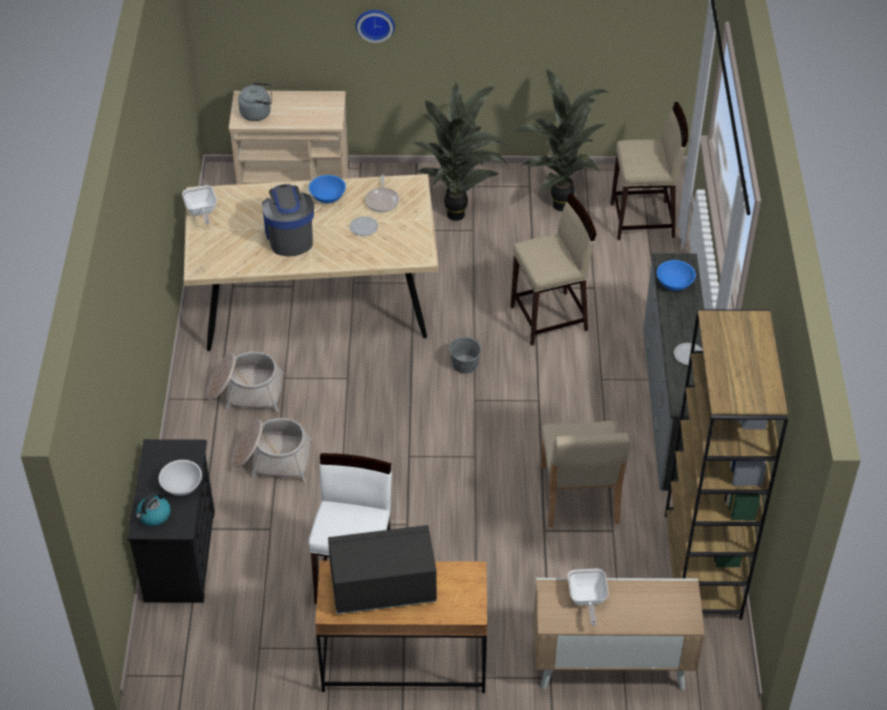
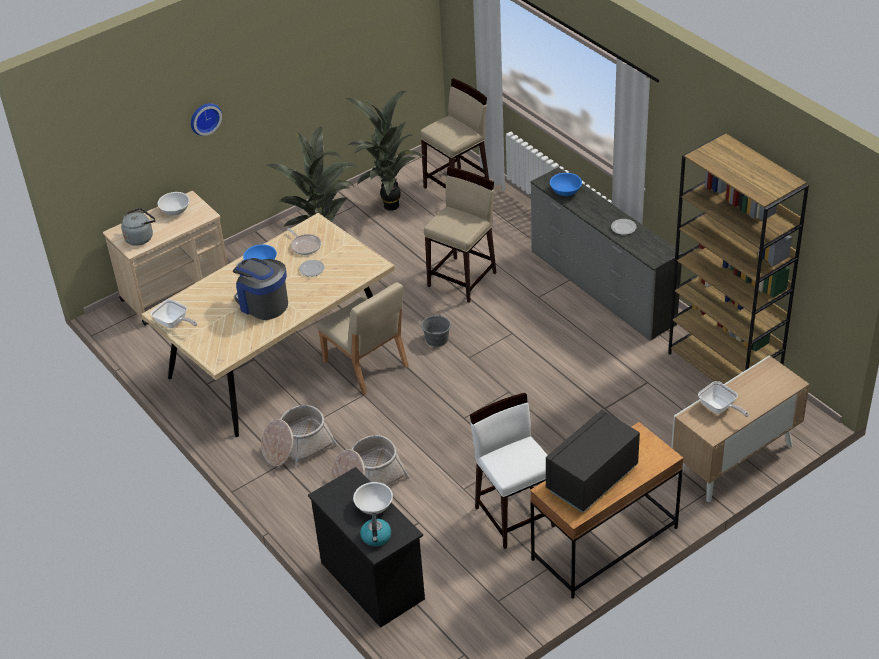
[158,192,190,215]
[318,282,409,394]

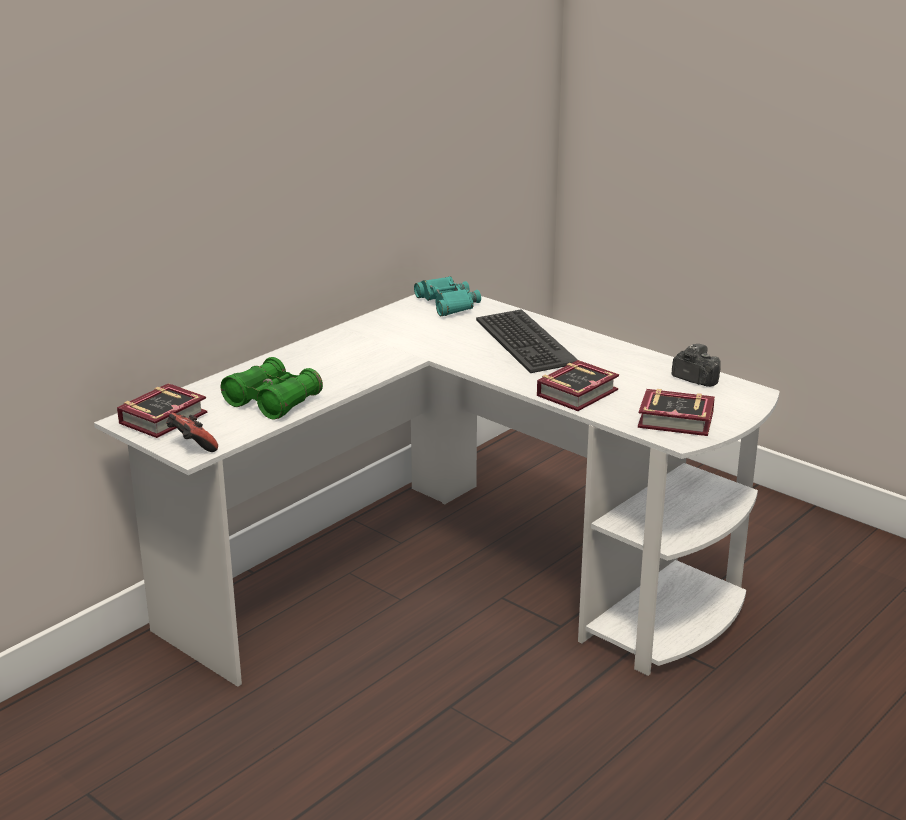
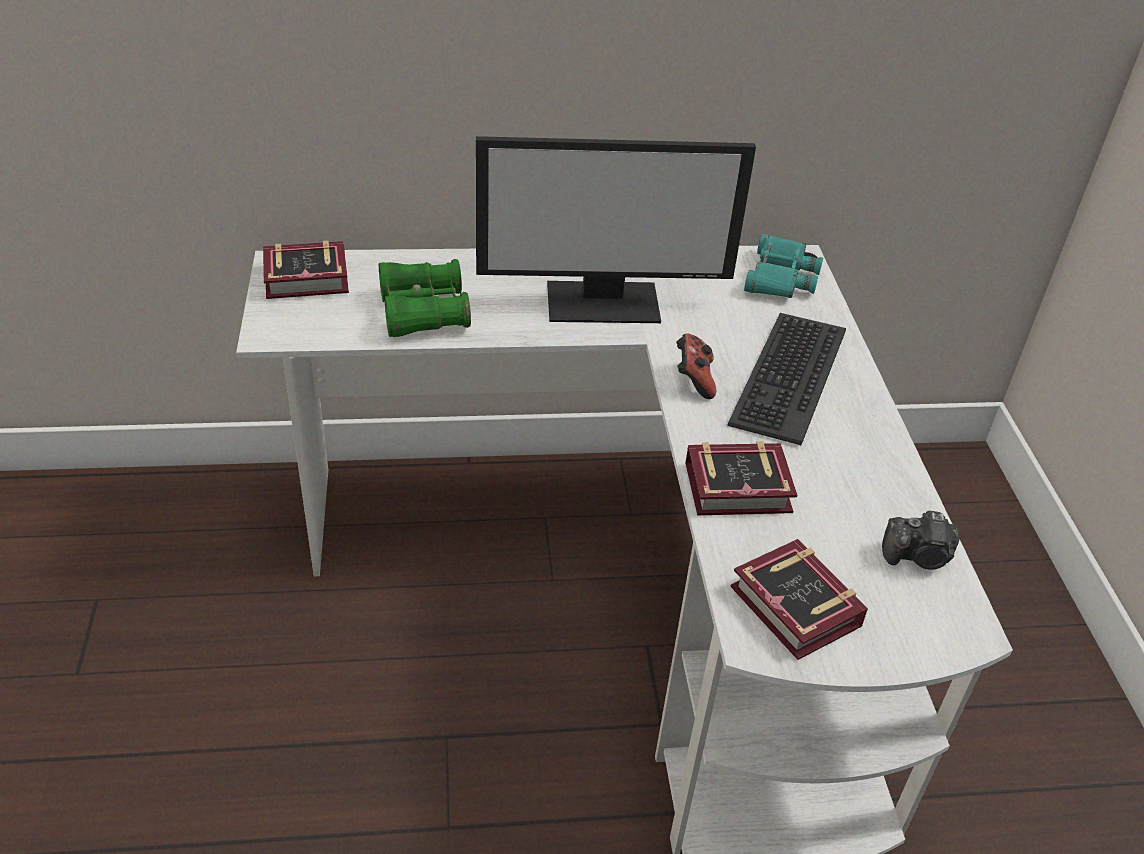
[476,136,756,323]
[676,333,716,399]
[882,510,959,570]

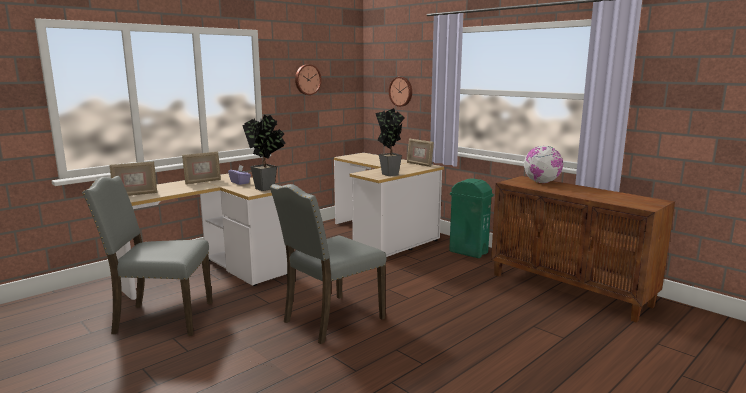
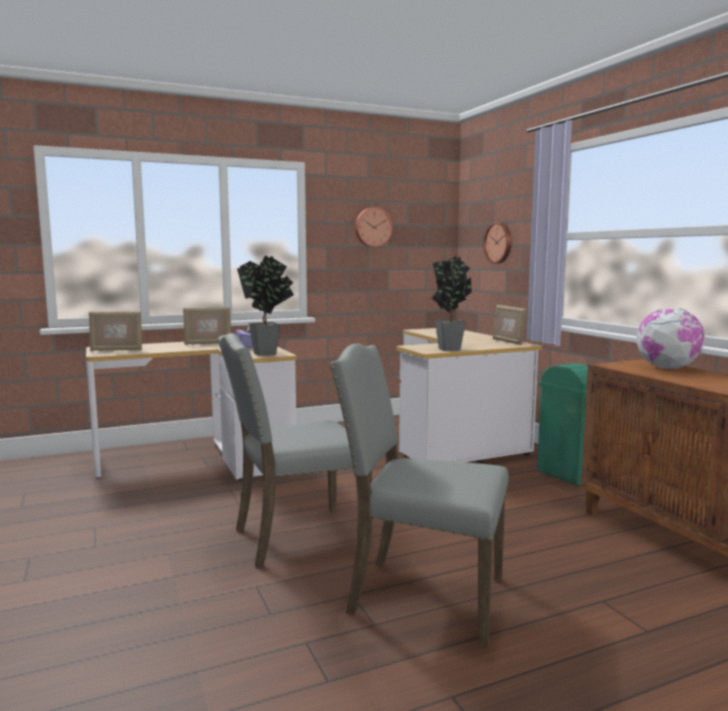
[329,344,509,647]

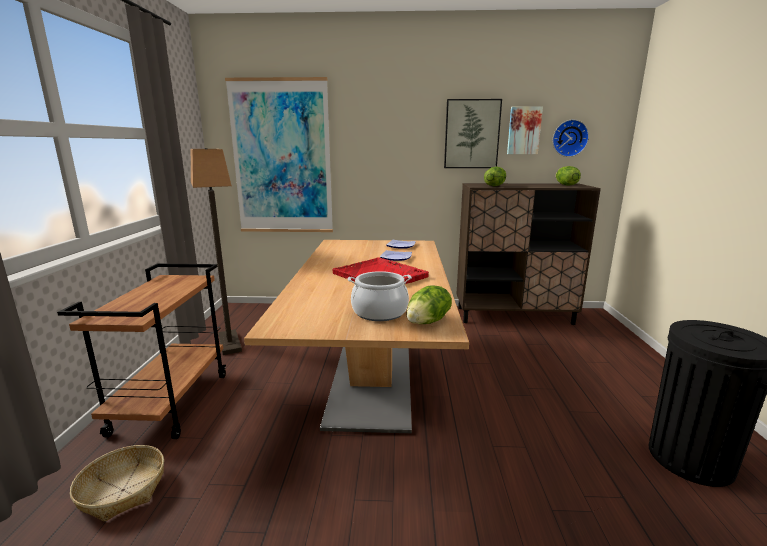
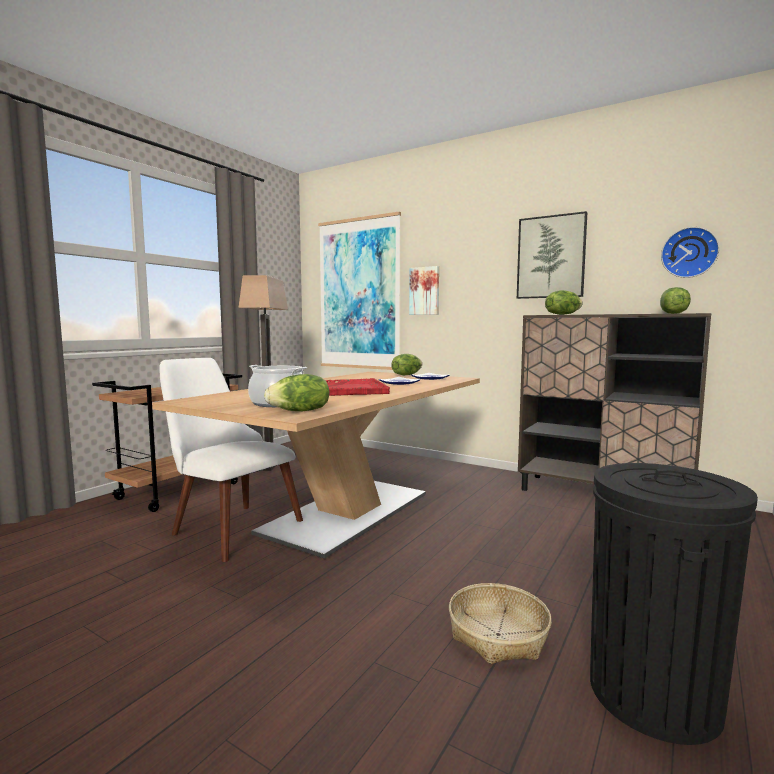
[160,358,303,562]
[391,354,422,375]
[409,266,439,315]
[449,583,552,664]

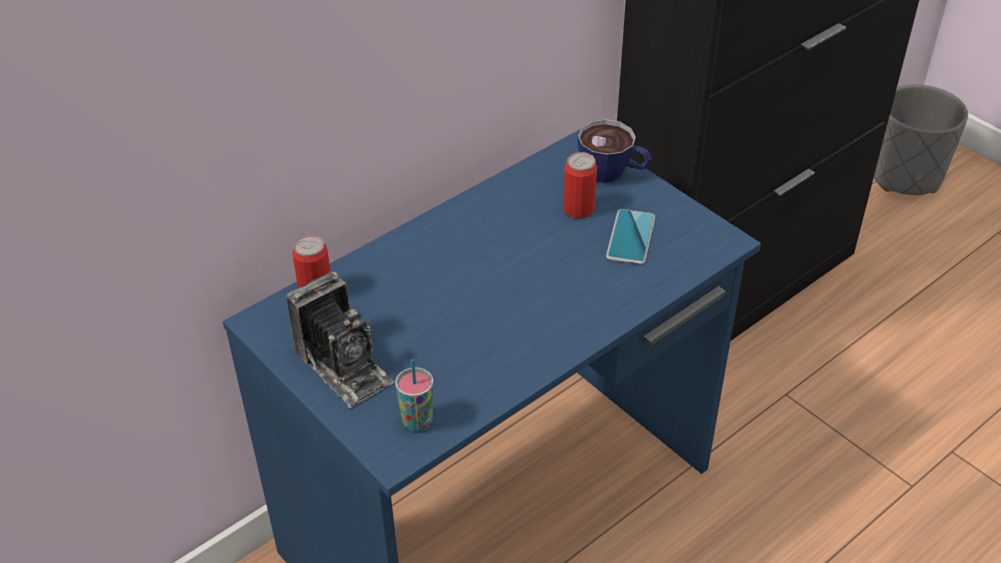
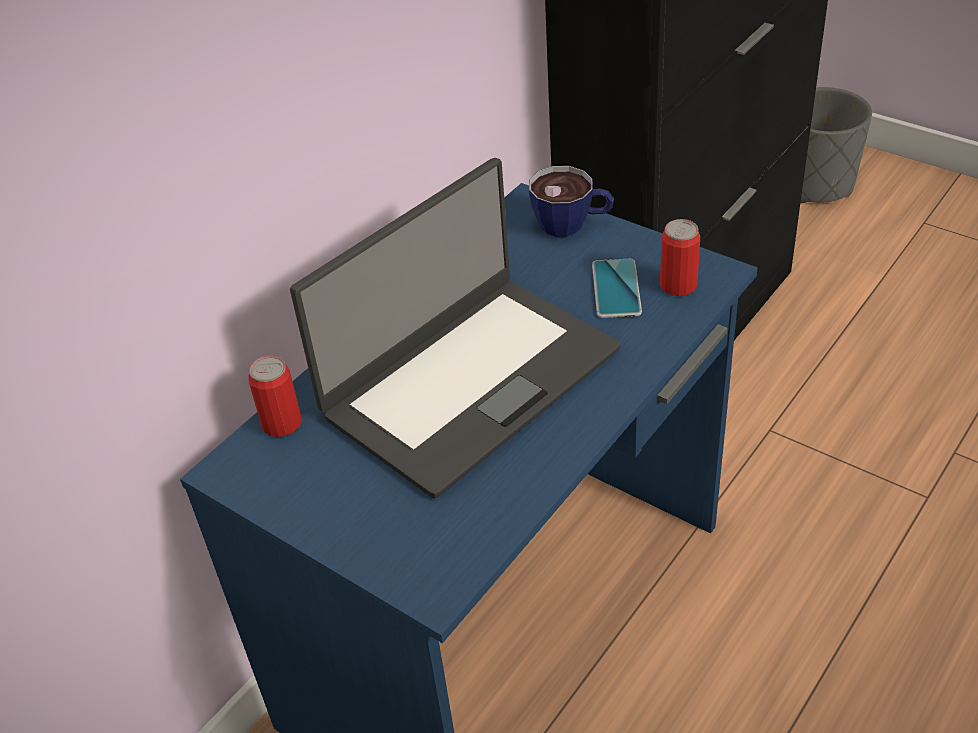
[290,158,621,499]
[660,219,700,296]
[286,271,395,408] (first image)
[395,359,434,432] (first image)

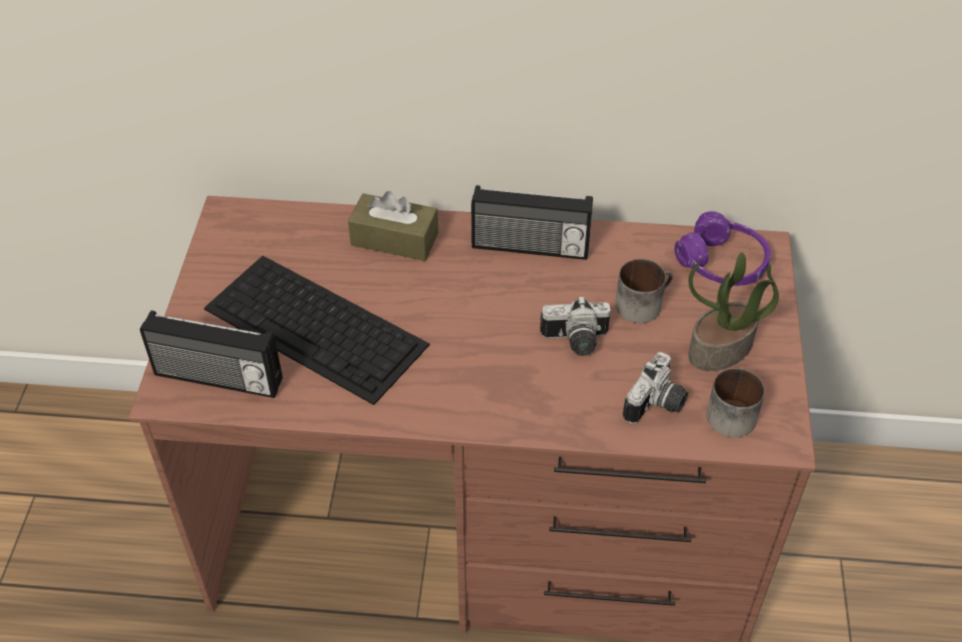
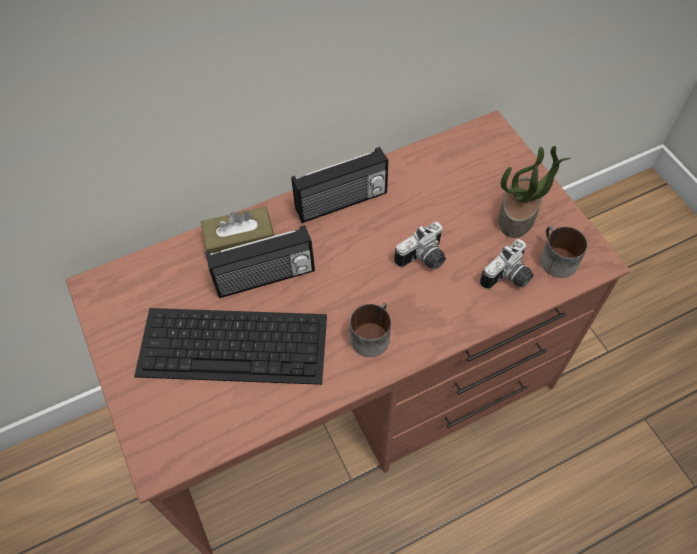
[205,225,315,298]
[350,303,391,357]
[480,239,534,289]
[674,211,771,286] (first image)

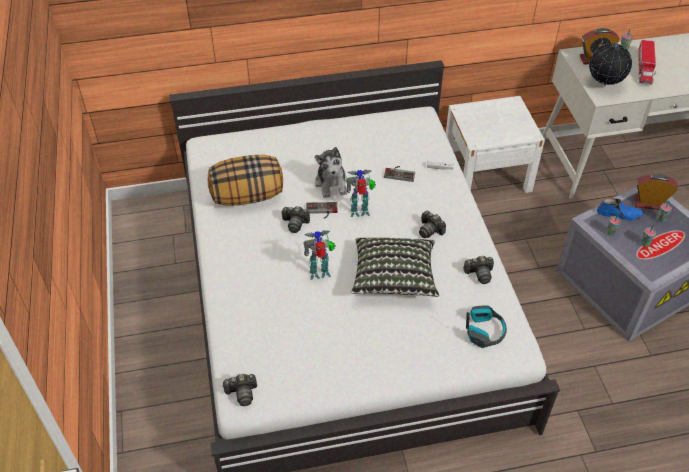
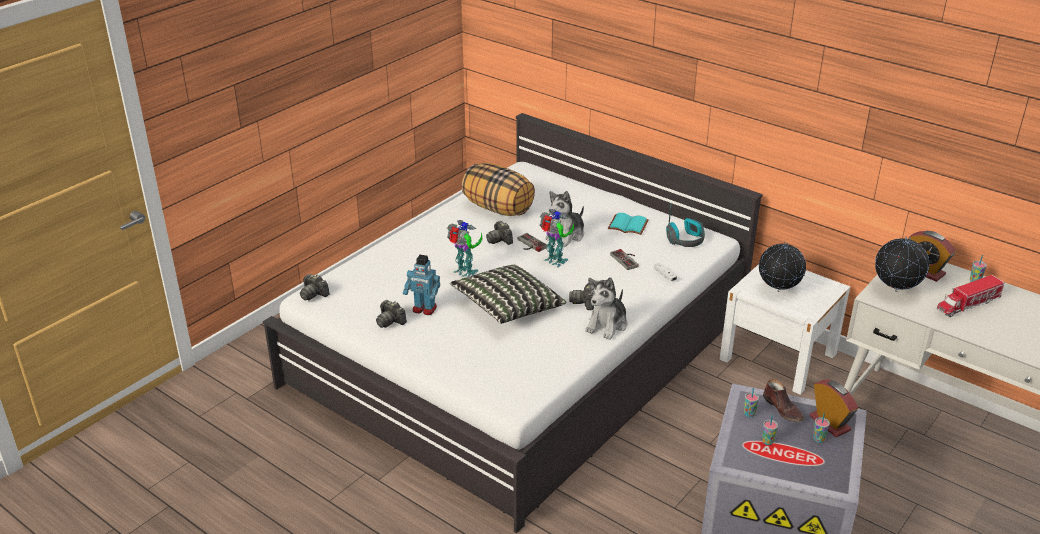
[376,300,407,328]
[403,255,440,315]
[585,277,627,340]
[608,213,649,235]
[666,203,705,247]
[759,241,806,292]
[763,379,804,422]

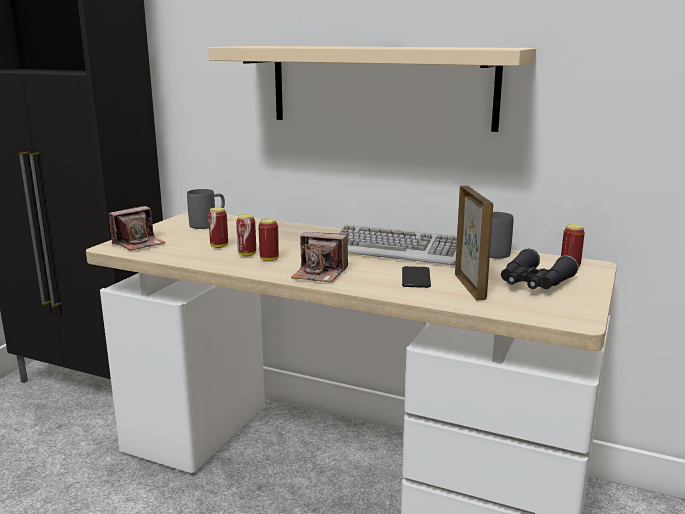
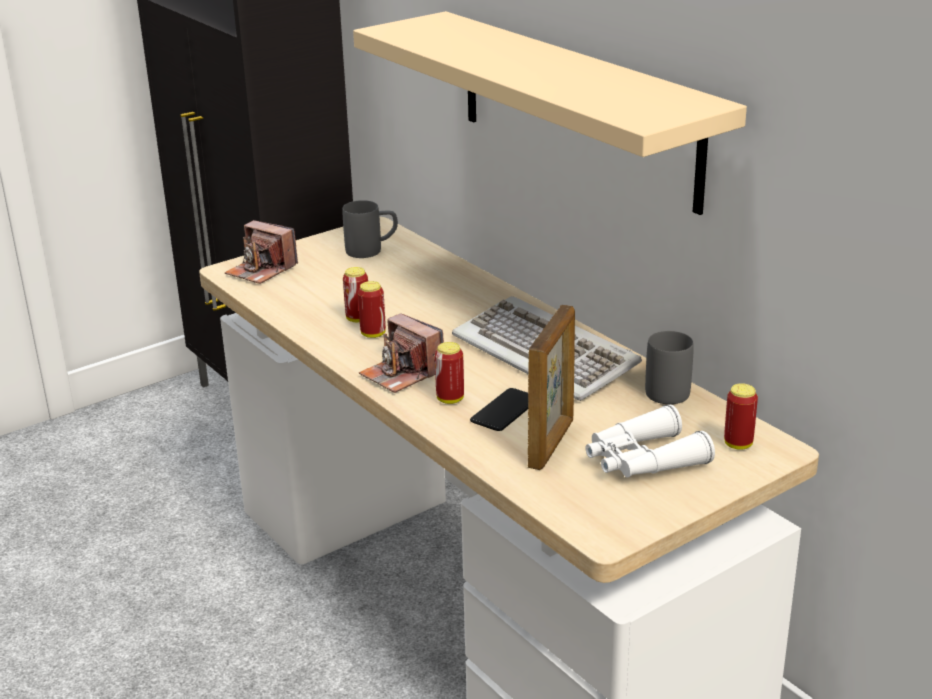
[225,220,298,284]
[435,342,464,404]
[585,405,715,478]

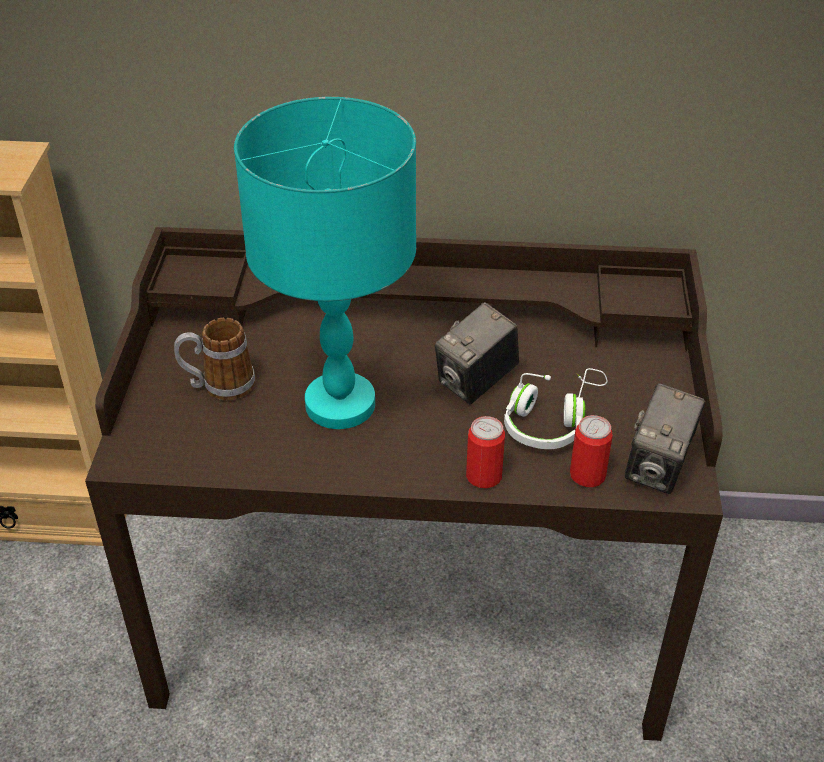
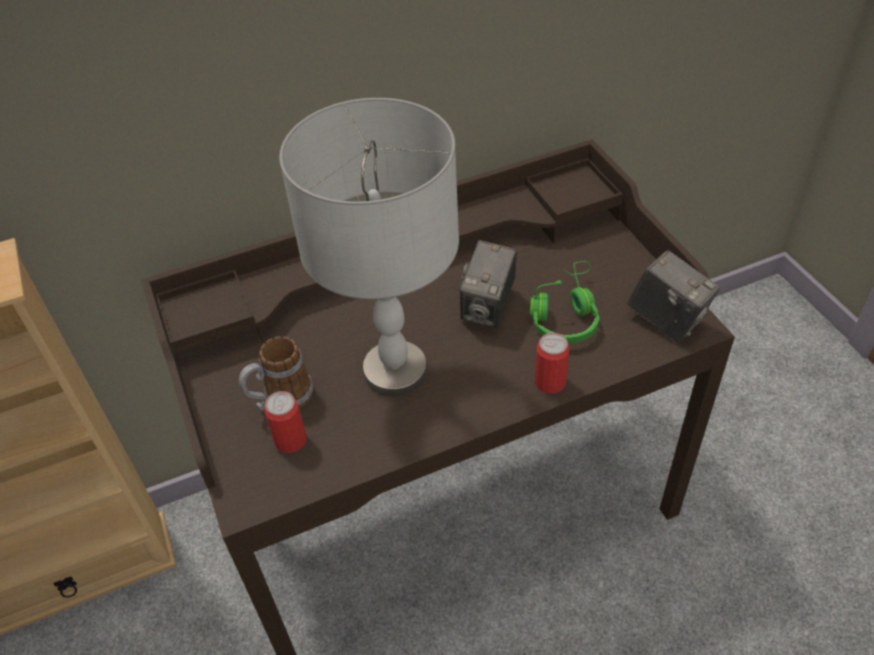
[264,391,307,453]
[279,98,459,397]
[530,261,600,344]
[627,250,720,342]

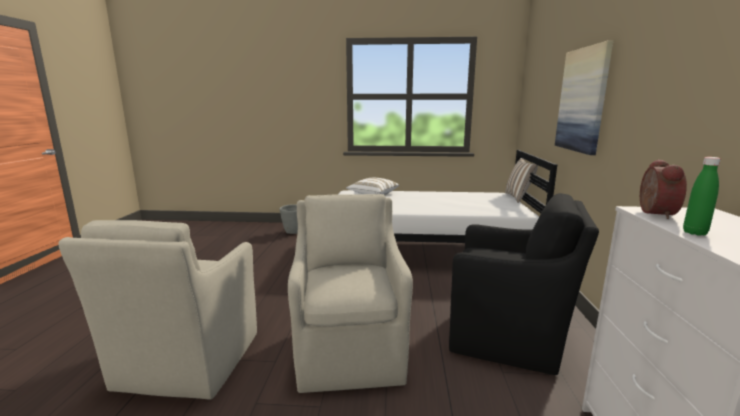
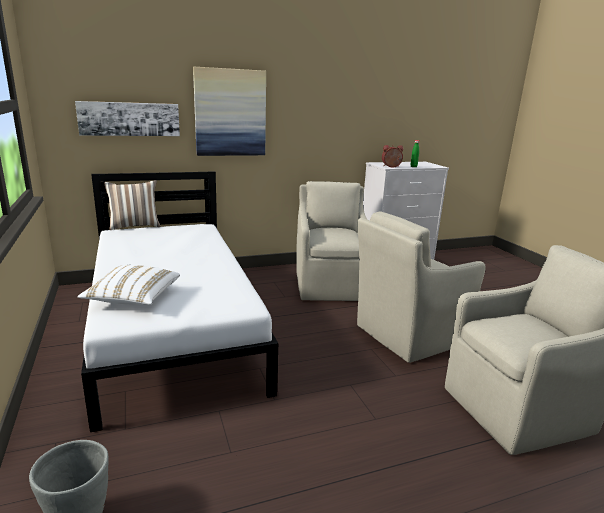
[75,101,180,136]
[296,181,367,301]

